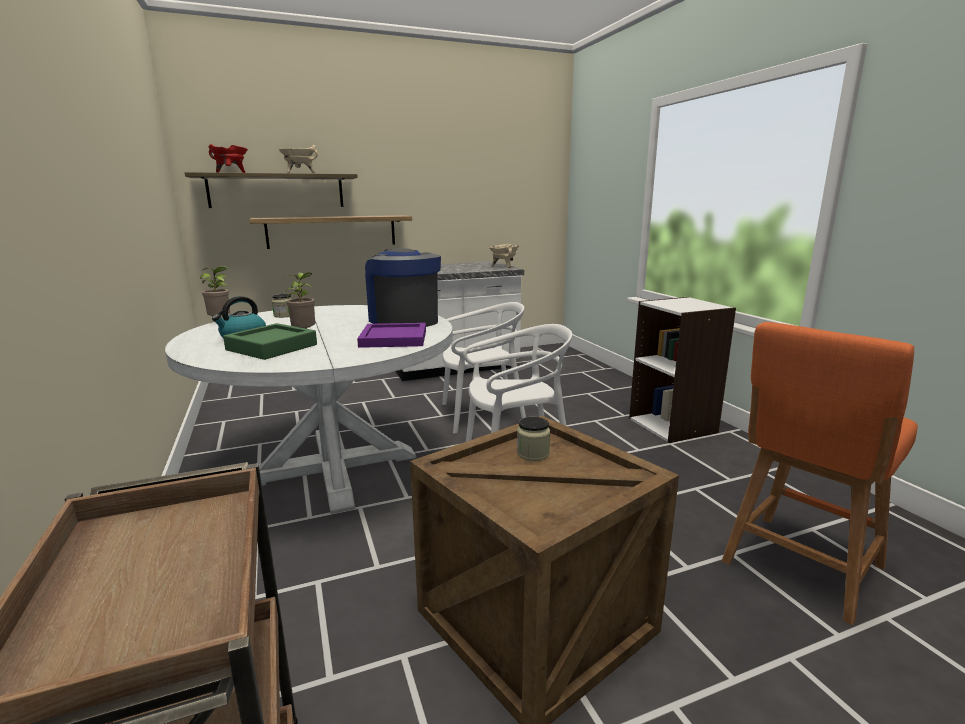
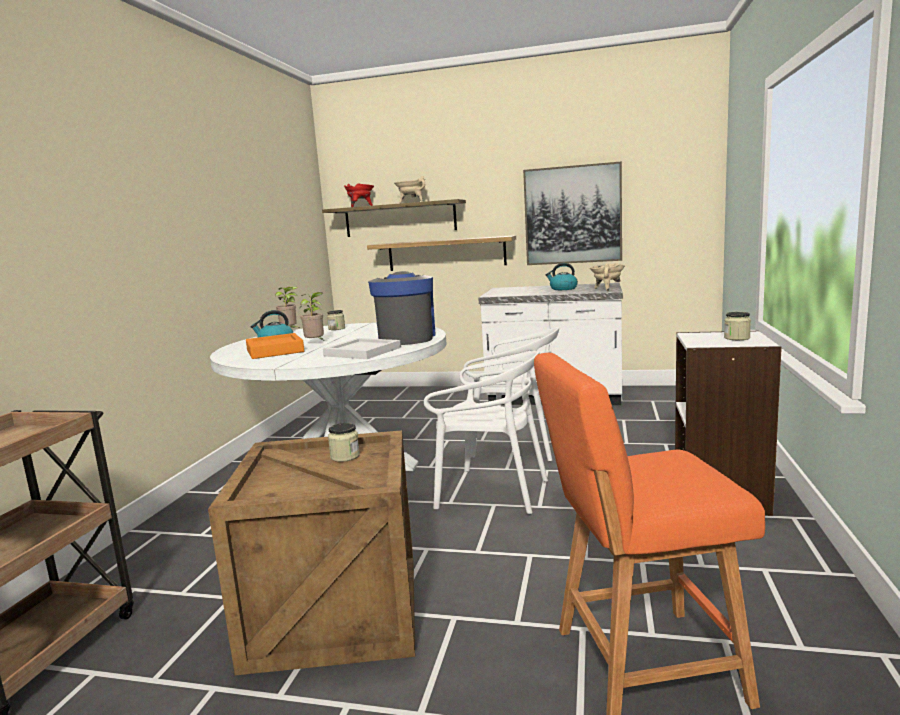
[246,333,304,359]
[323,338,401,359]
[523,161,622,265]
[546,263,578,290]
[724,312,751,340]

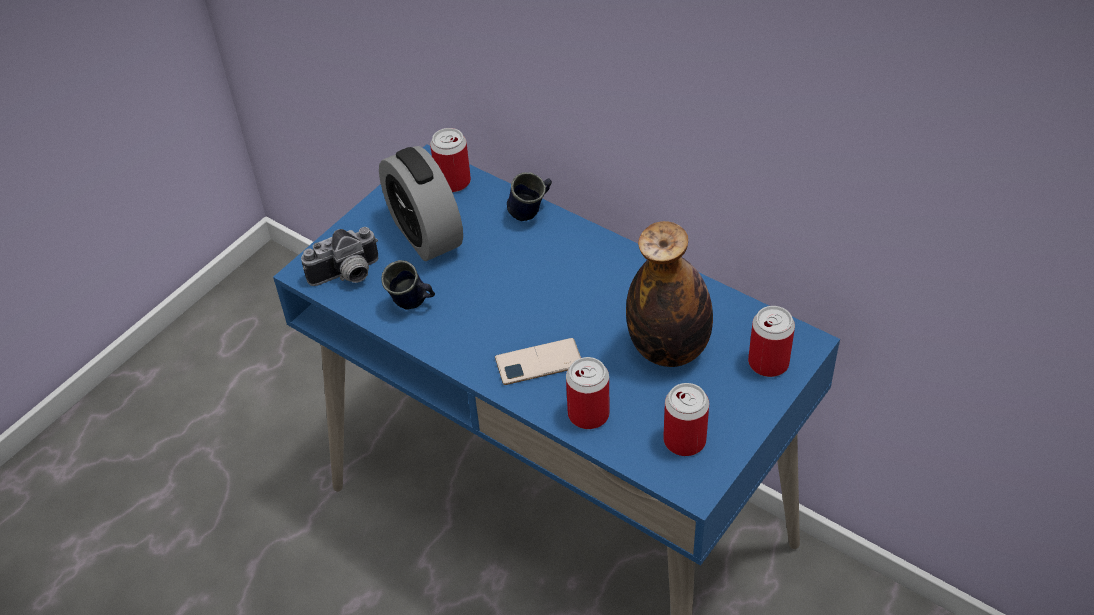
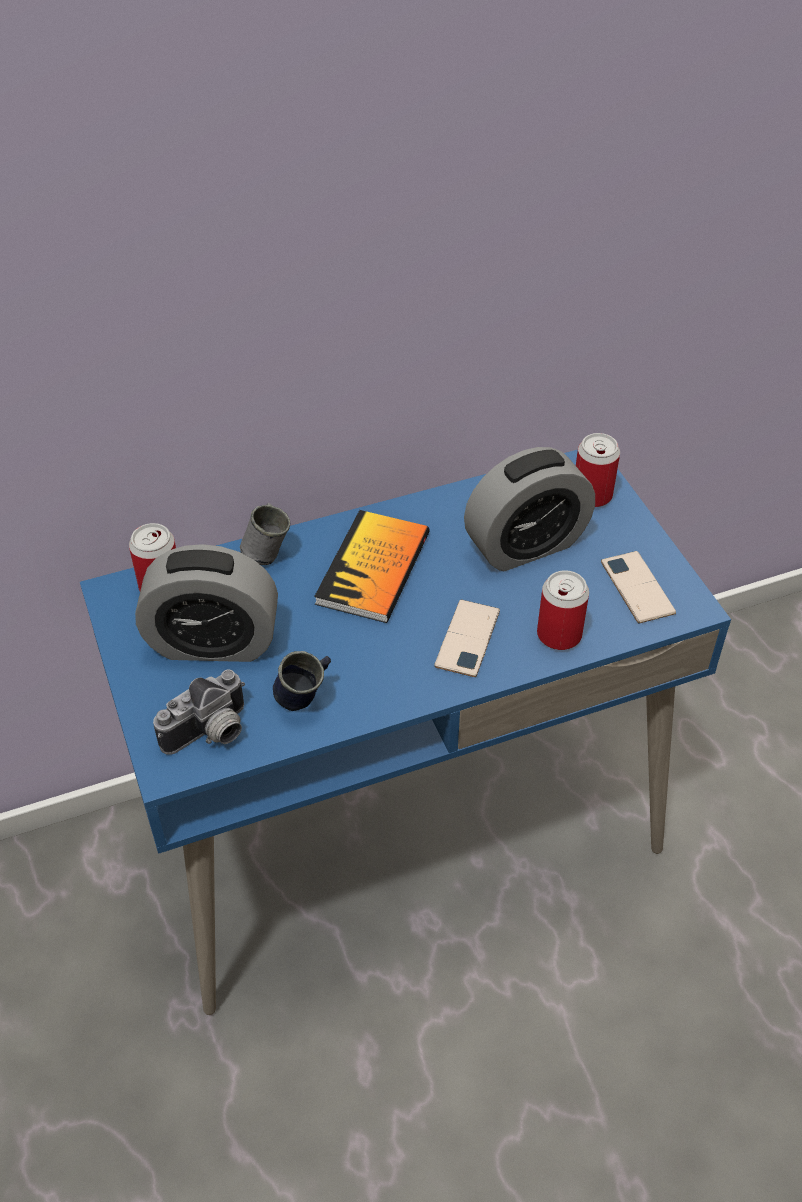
[153,669,245,755]
[240,503,290,566]
[314,510,430,623]
[464,447,595,571]
[601,551,676,623]

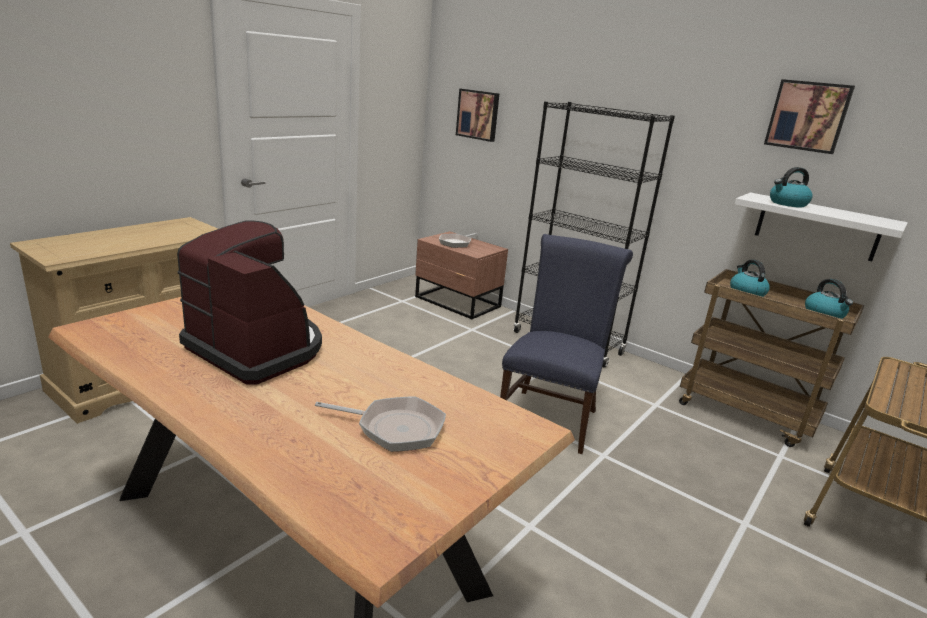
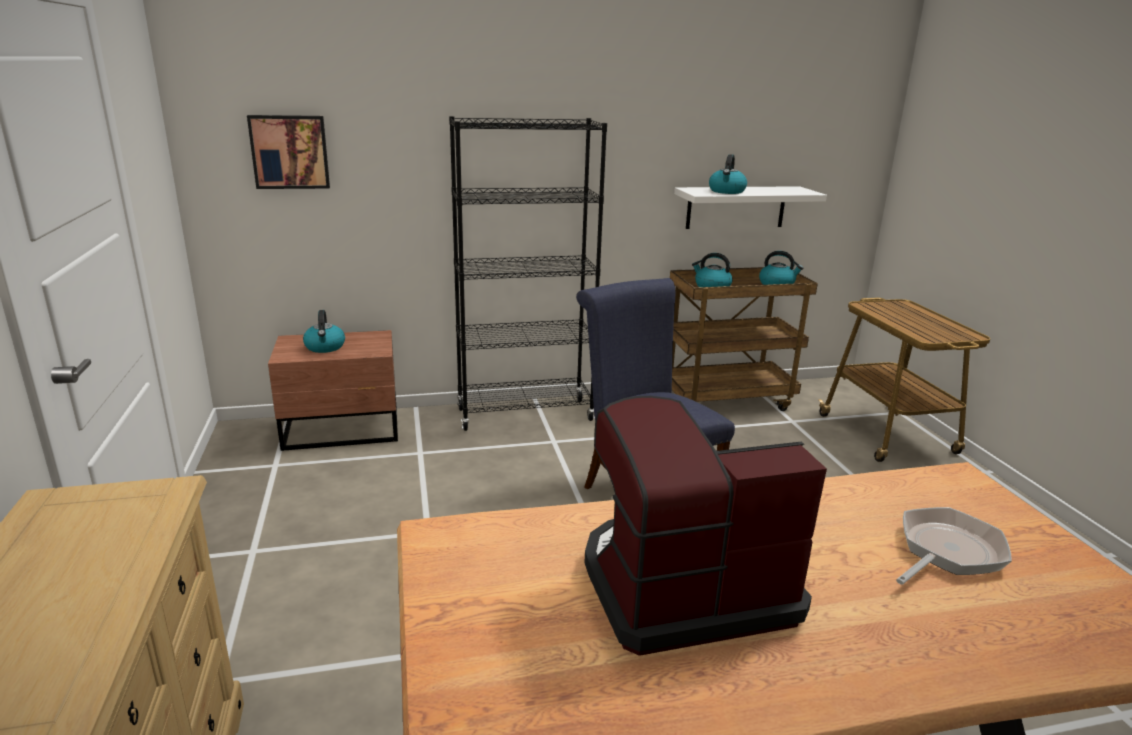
[303,310,345,353]
[764,79,855,154] (first image)

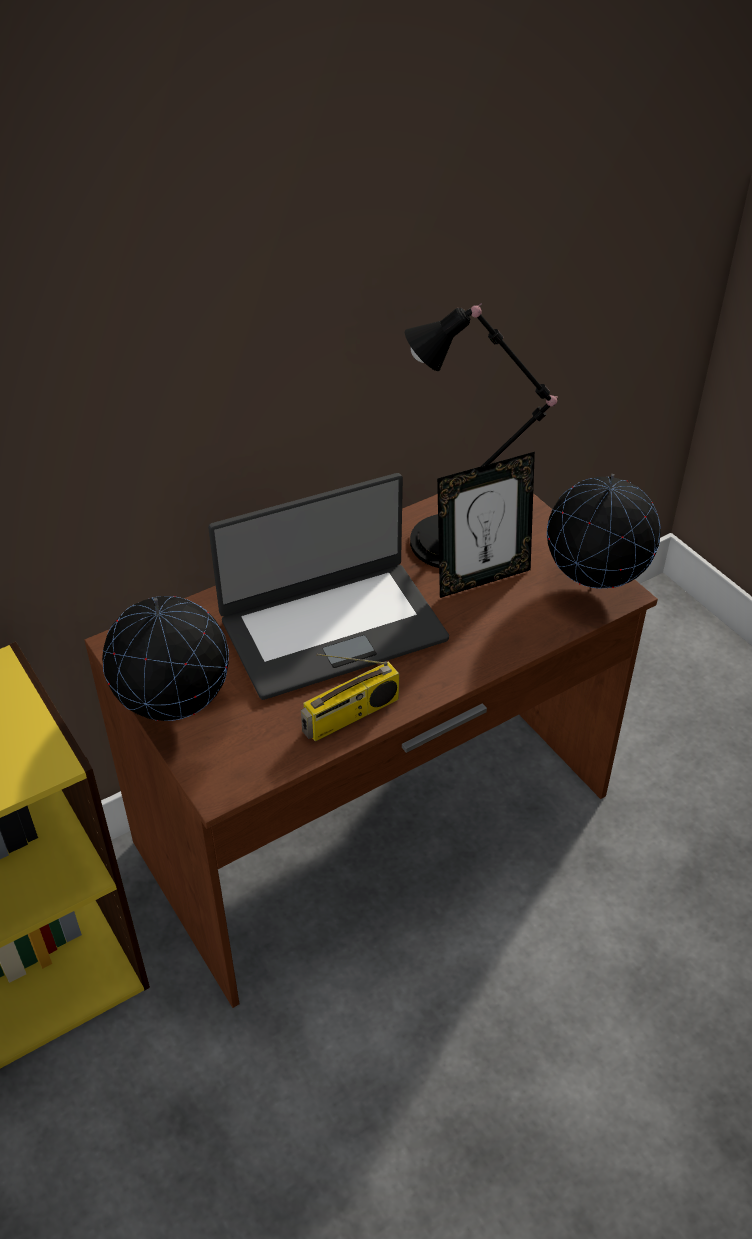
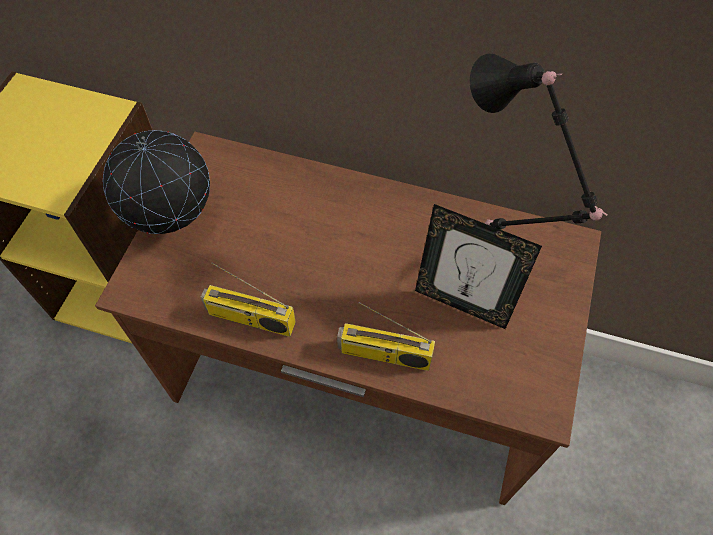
[337,302,435,371]
[208,473,449,700] (first image)
[547,474,661,589] (first image)

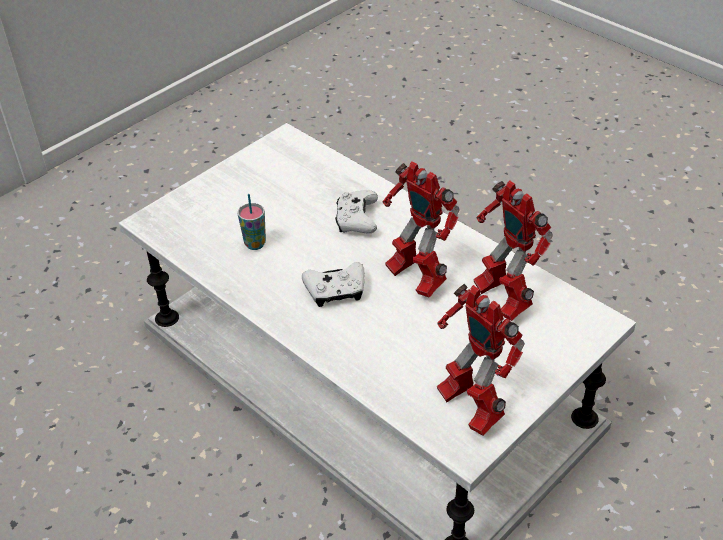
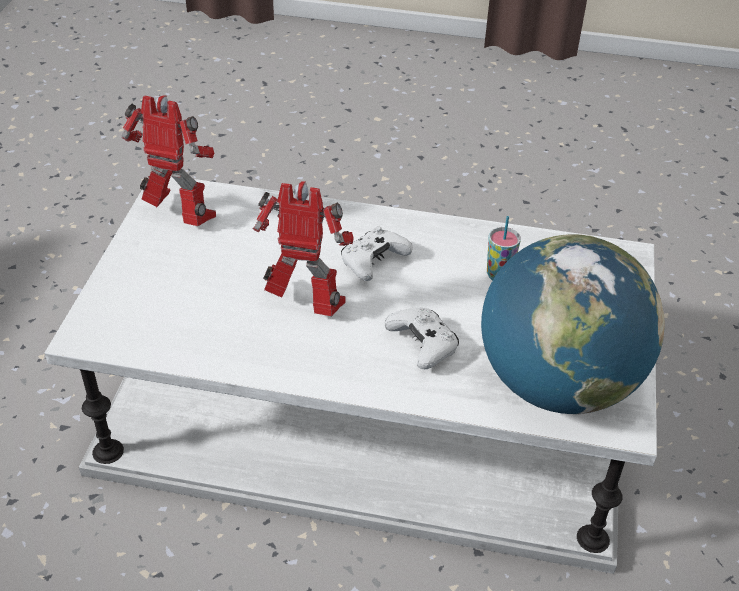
[481,234,665,414]
[473,181,553,321] (first image)

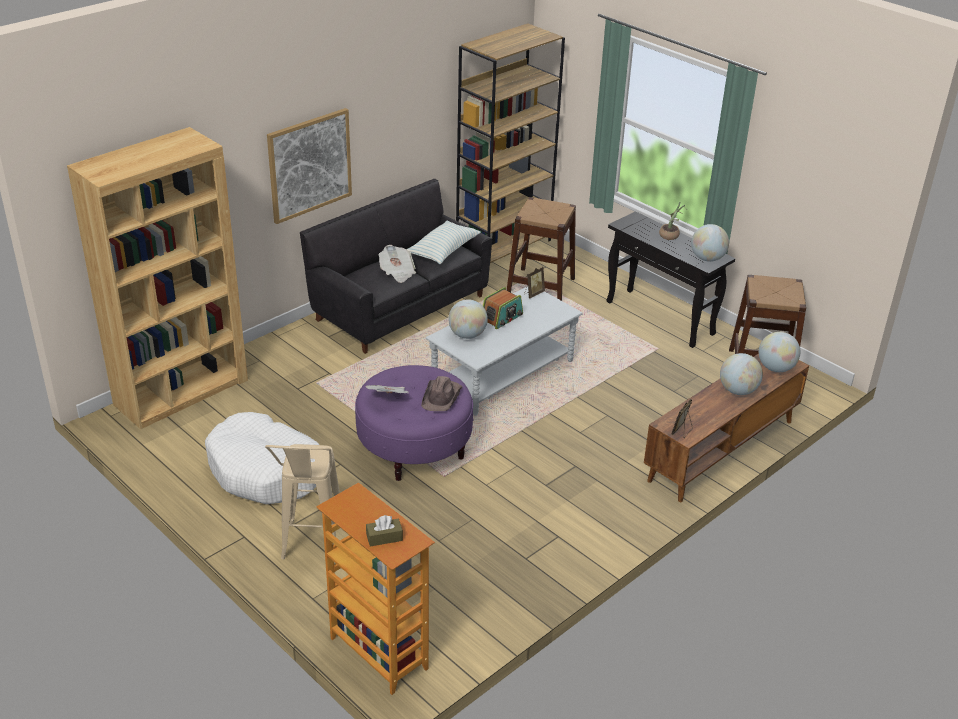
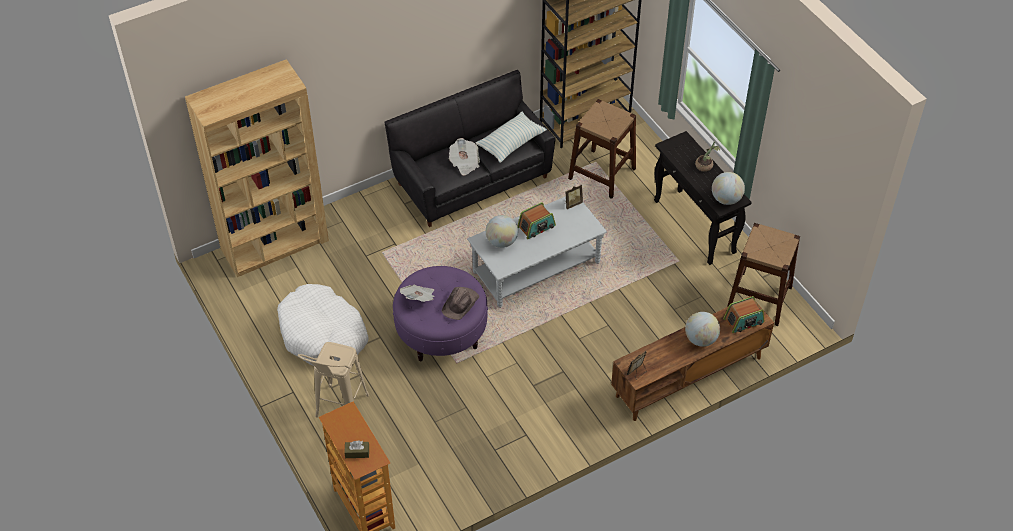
[723,296,765,333]
[267,108,352,224] (first image)

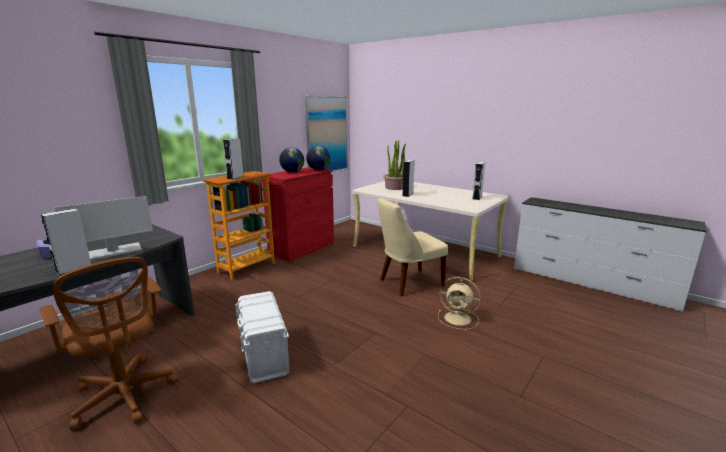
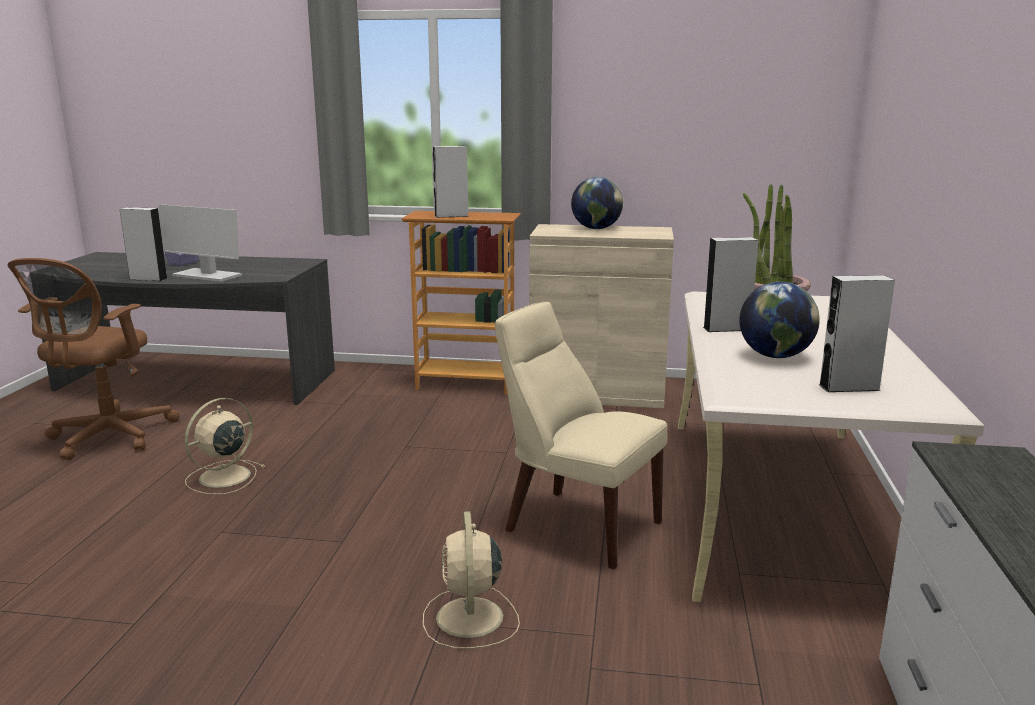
[185,398,266,495]
[529,224,674,408]
[739,282,820,358]
[305,96,348,172] (first image)

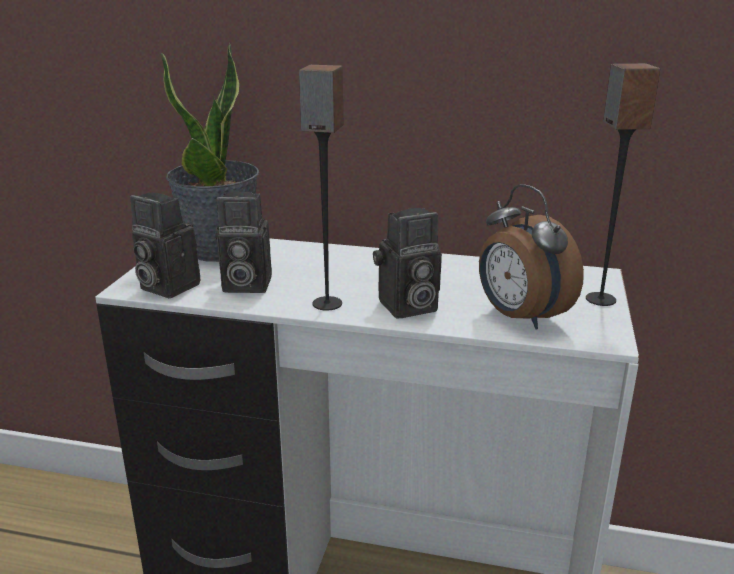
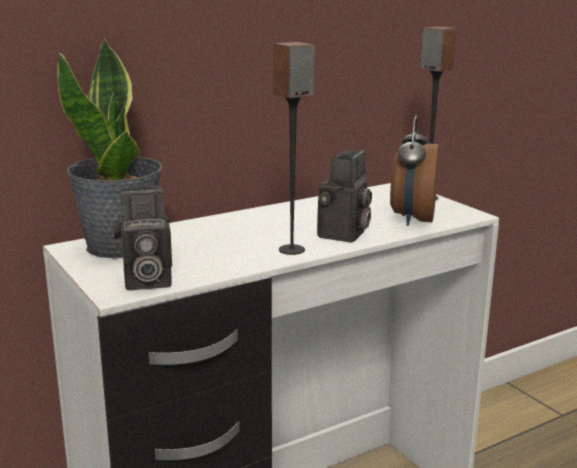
[390,116,439,226]
[215,192,272,293] (first image)

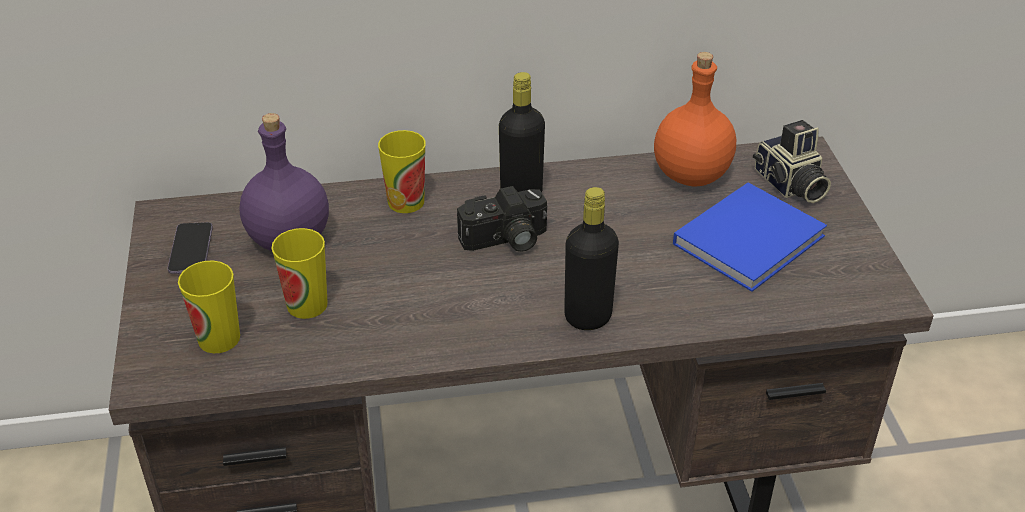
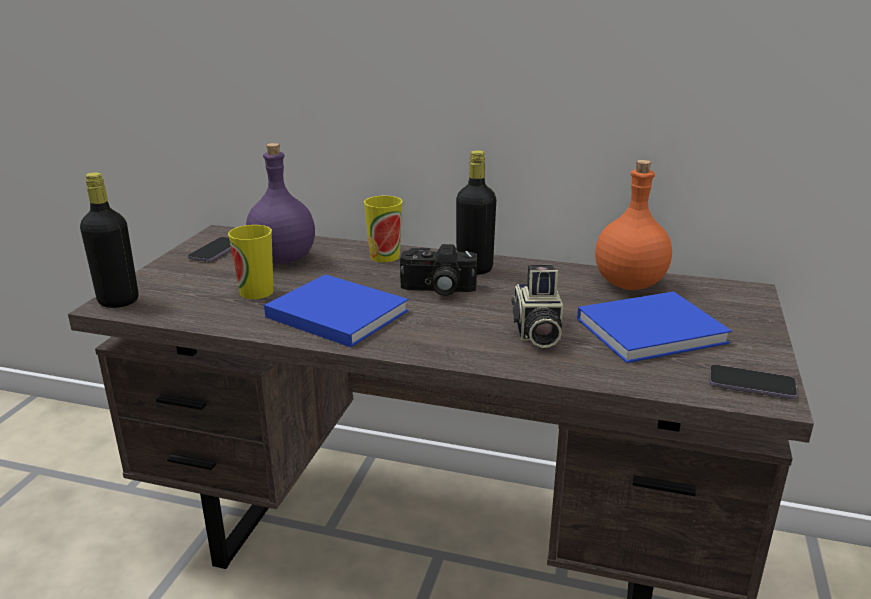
[80,172,139,308]
[264,274,409,347]
[511,265,563,348]
[709,365,797,399]
[178,260,240,353] (first image)

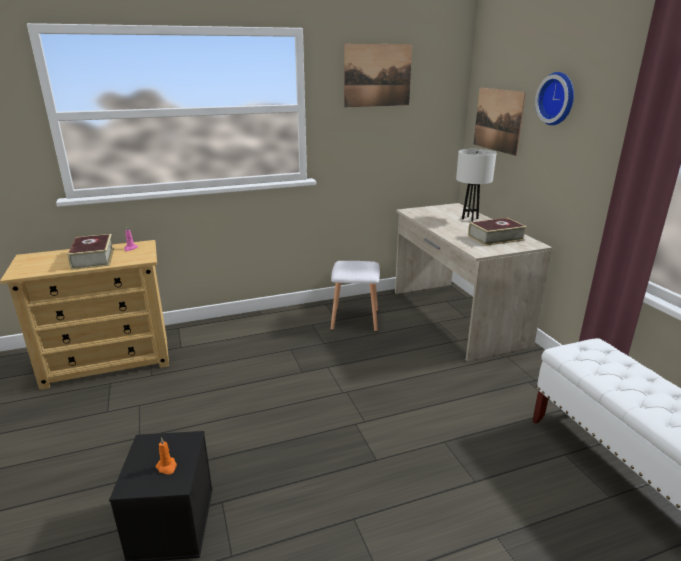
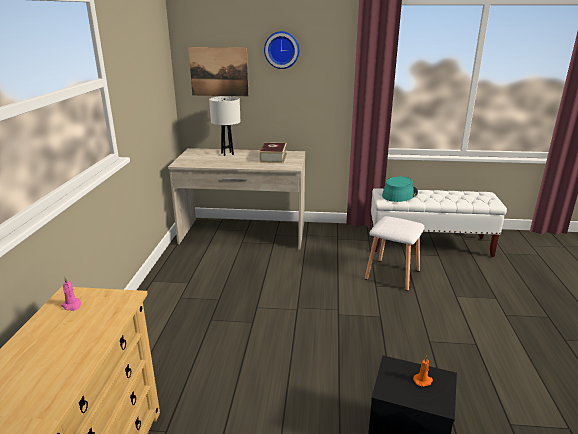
[365,216,425,291]
[382,177,418,202]
[68,234,114,270] (first image)
[344,44,412,107] (first image)

